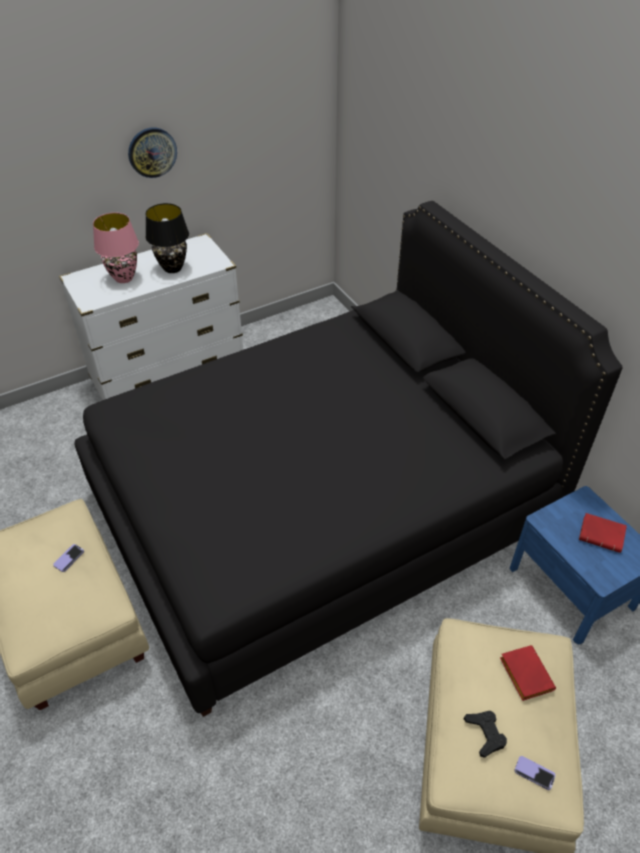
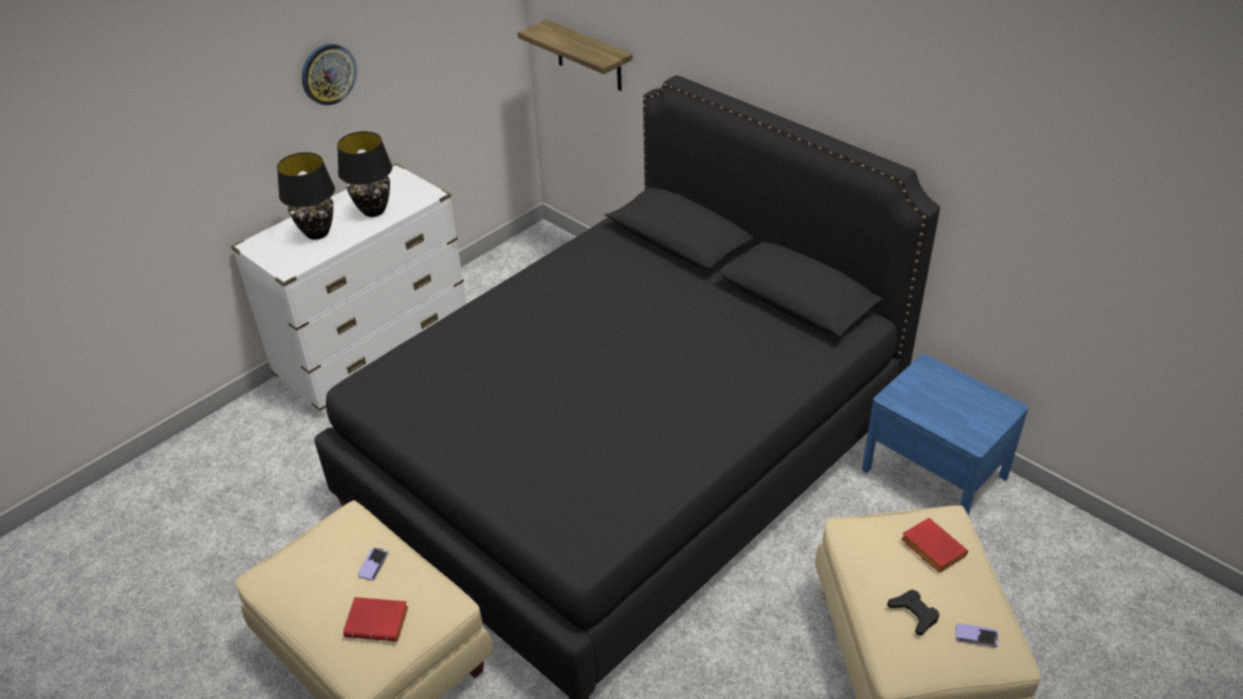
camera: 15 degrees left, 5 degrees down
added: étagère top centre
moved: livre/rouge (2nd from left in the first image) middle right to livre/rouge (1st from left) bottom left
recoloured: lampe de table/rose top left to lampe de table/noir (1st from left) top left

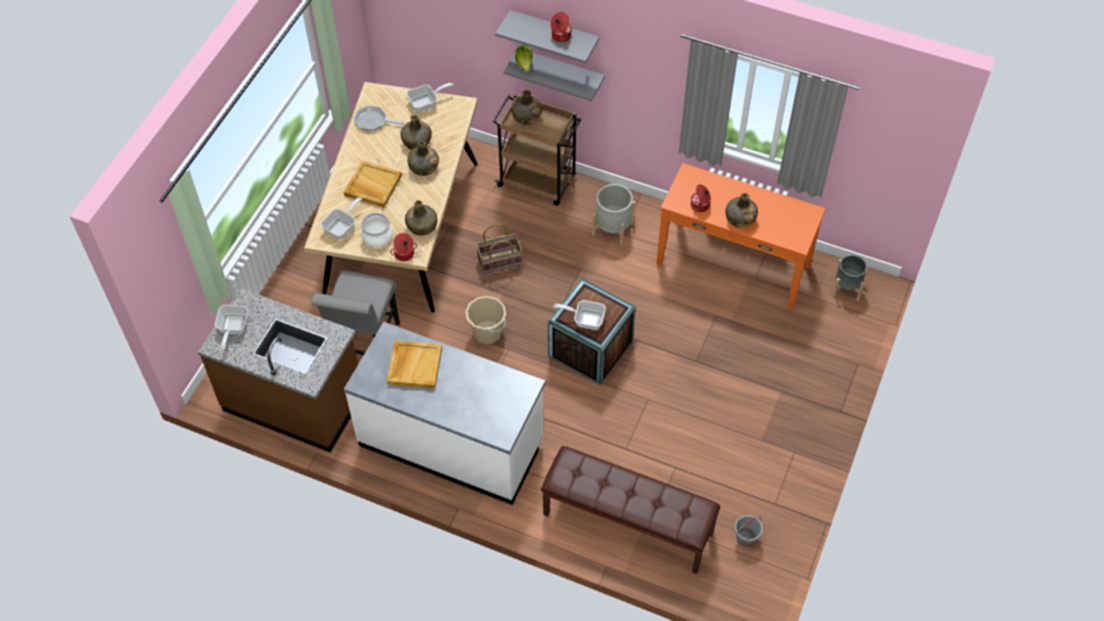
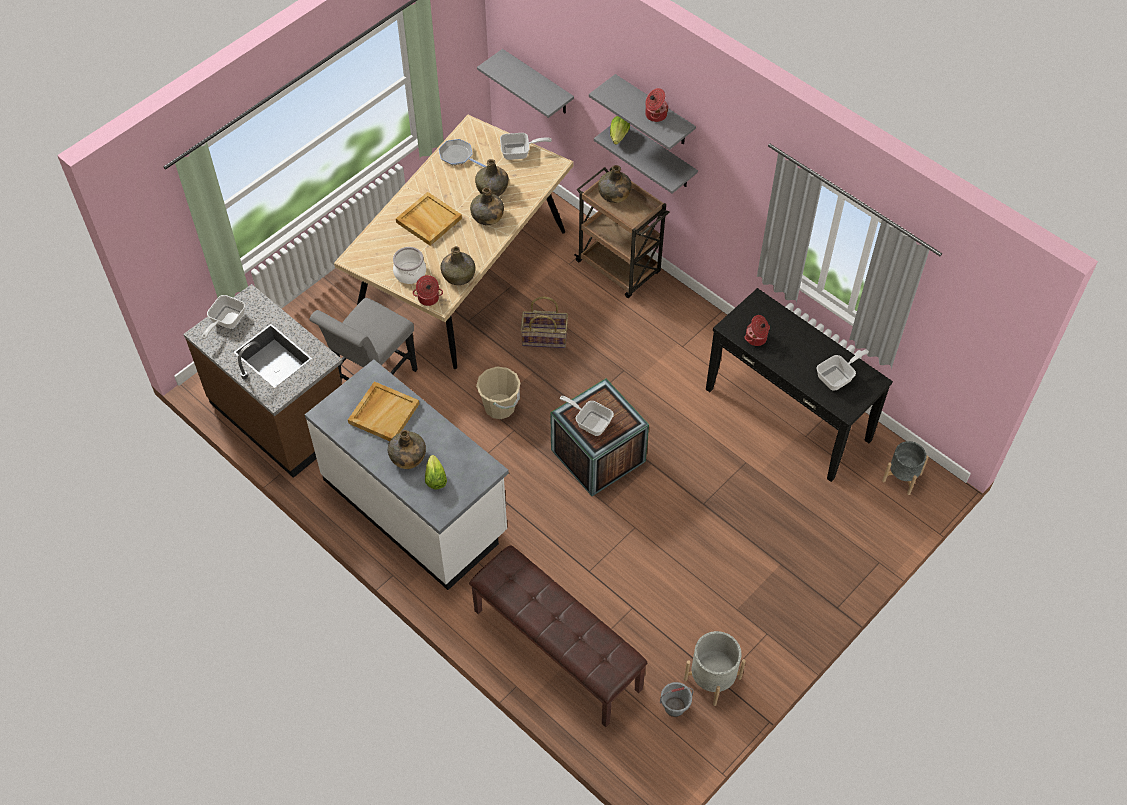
camera: 20 degrees right, 0 degrees up
added: laitue (1st from left) centre; étagère/gris (1st from left) top centre
moved: poêle (2nd from left in the first image) middle left to poêle (5th from left) middle right; cache-pot/gris (1st from left) centre to bottom centre; bouteille/vert (5th from left in the first image) middle right to bouteille/vert (1st from left) centre
recoloured: table console/orange middle right to table console/noir middle right

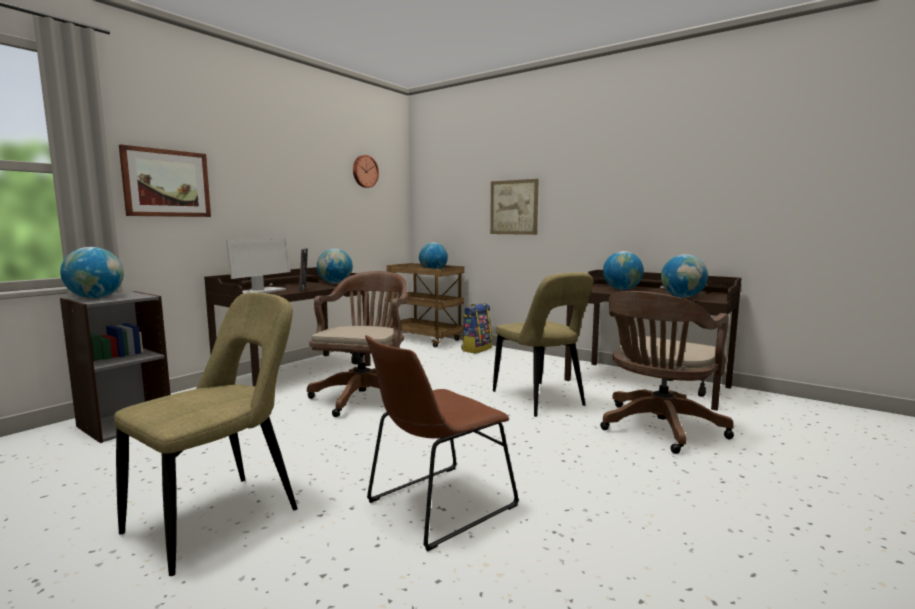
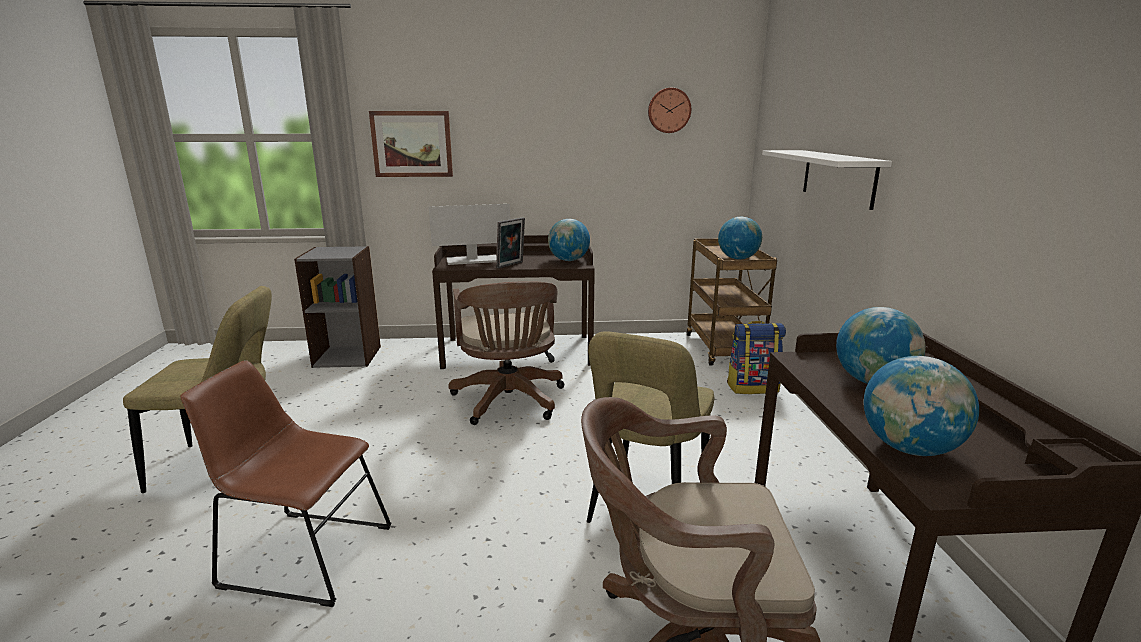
camera: 50 degrees right, 10 degrees up
removed: globe (1st from left) middle left
replaced: tableau (2nd from left) centre to étagère/blanc top right
turned: chaise de bureau/marron (1st from left) centre = centre 105 degrees clockwise

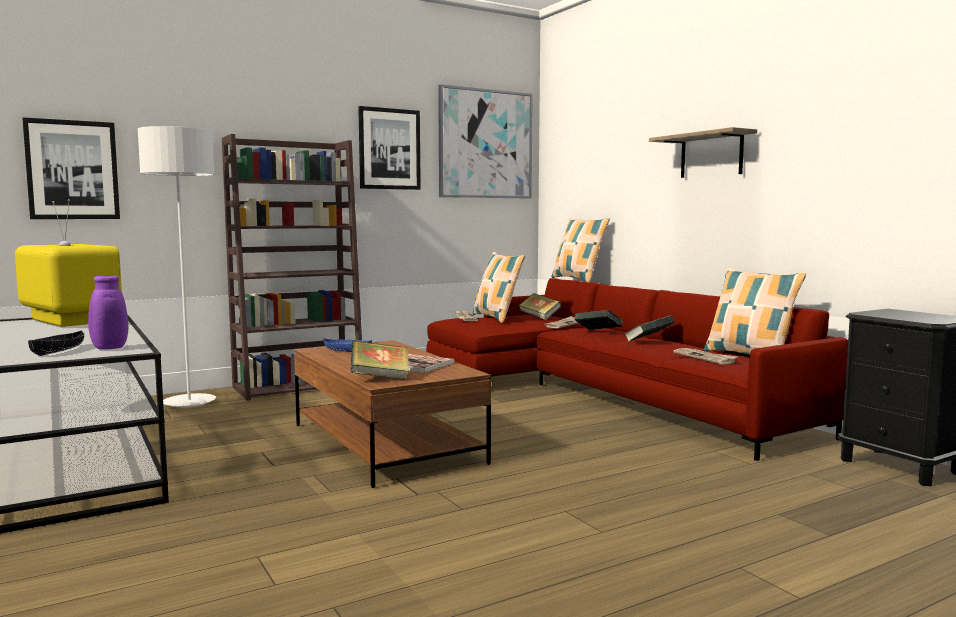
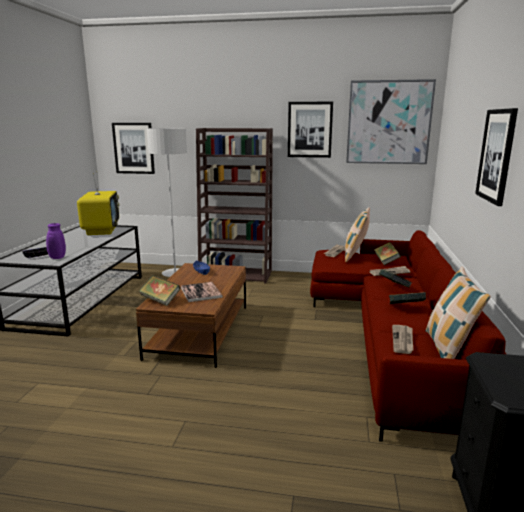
camera: 40 degrees right, 10 degrees up
removed: coussin (2nd from left) centre
replaced: étagère top right to tableau (4th from left) top right

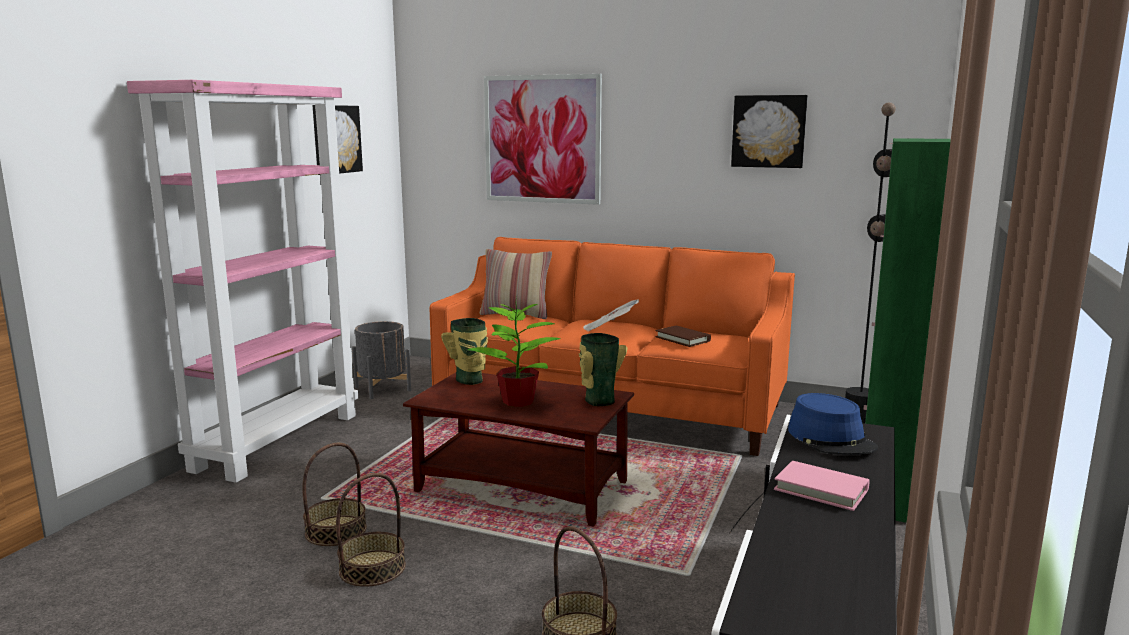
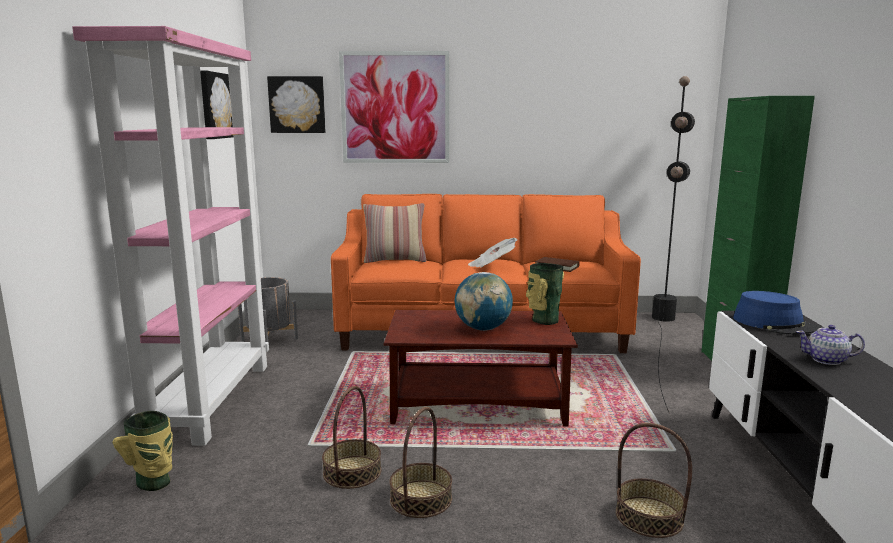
camera: 20 degrees left, 0 degrees up
moved: vase (1st from left) centre to bottom left; tableau (3rd from left in the first image) top right to tableau (2nd from left) top left
replaced: plante en pot centre to globe centre; livre/rose bottom right to théière middle right

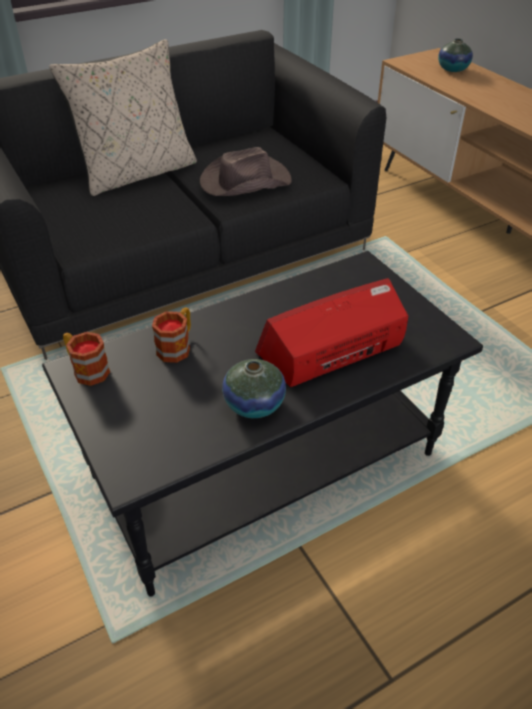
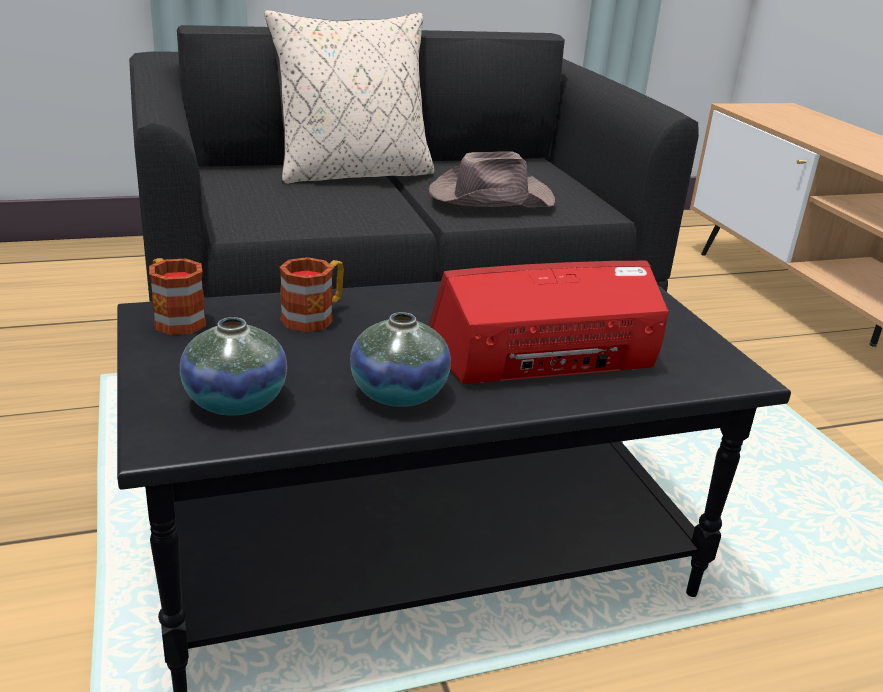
camera: 10 degrees right, 15 degrees down
moved: vase (2nd from left in the first image) top right to vase (1st from left) middle left

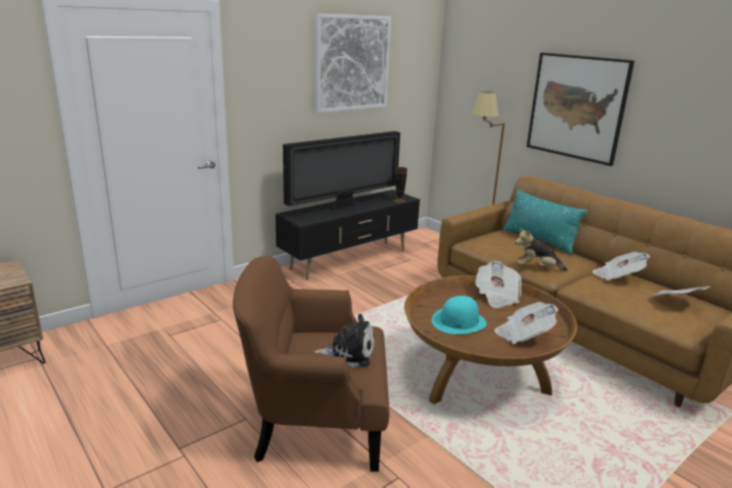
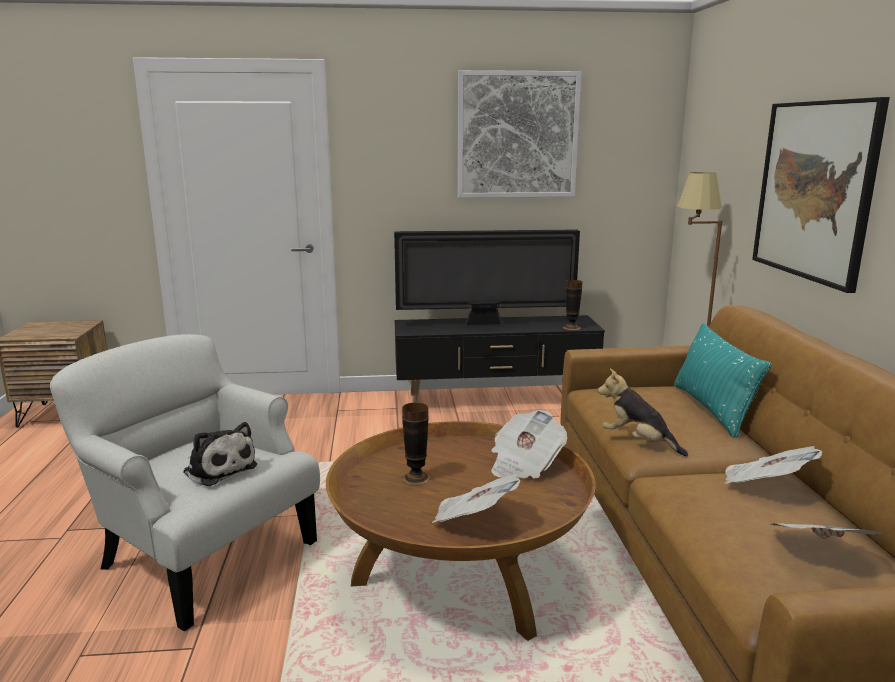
camera: 35 degrees right, 5 degrees down
replaced: chapeau/turquoise centre to vase (1st from left) centre
recoloured: fauteuil/marron bottom centre to fauteuil/blanc bottom left

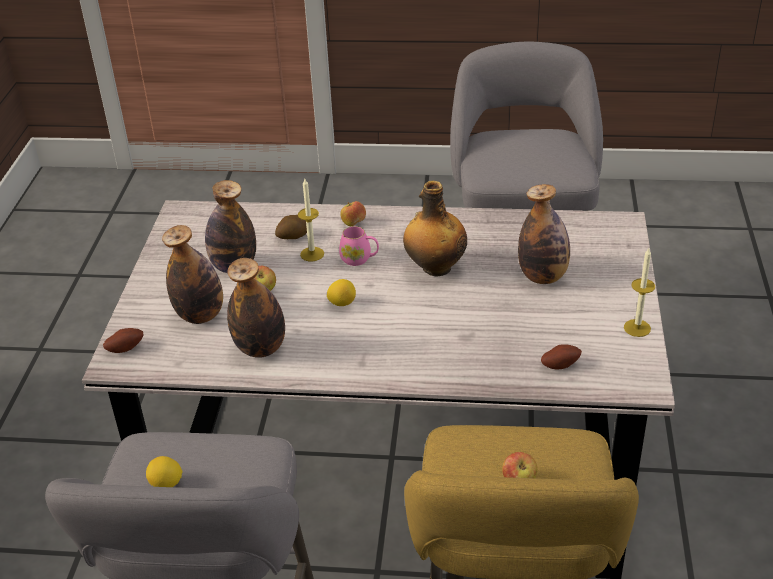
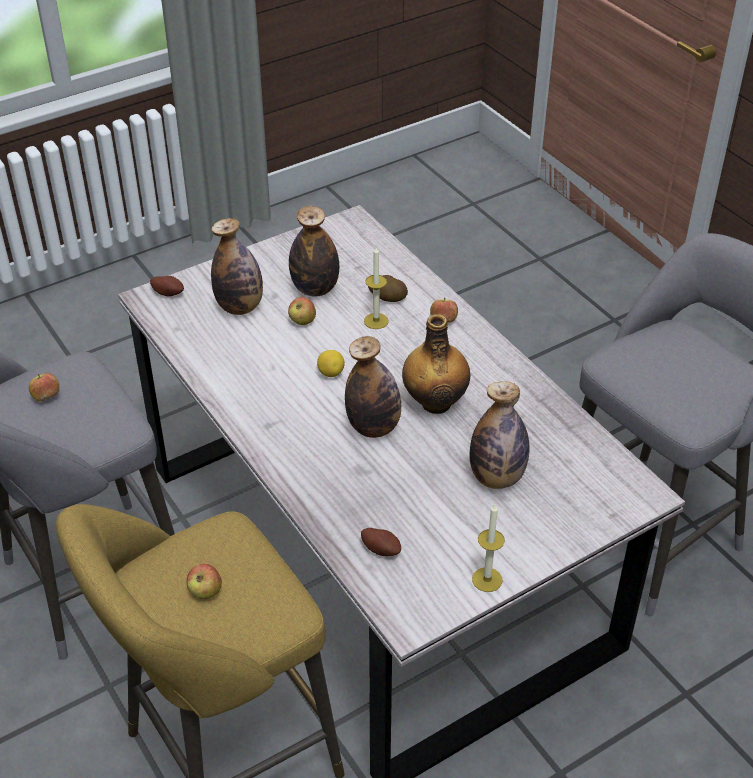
camera: 50 degrees right, 5 degrees up
removed: mug/rose centre
moved: bouteille (3rd from left) middle left to centre
replaced: citron (1st from left) bottom left to pomme (1st from left) middle left

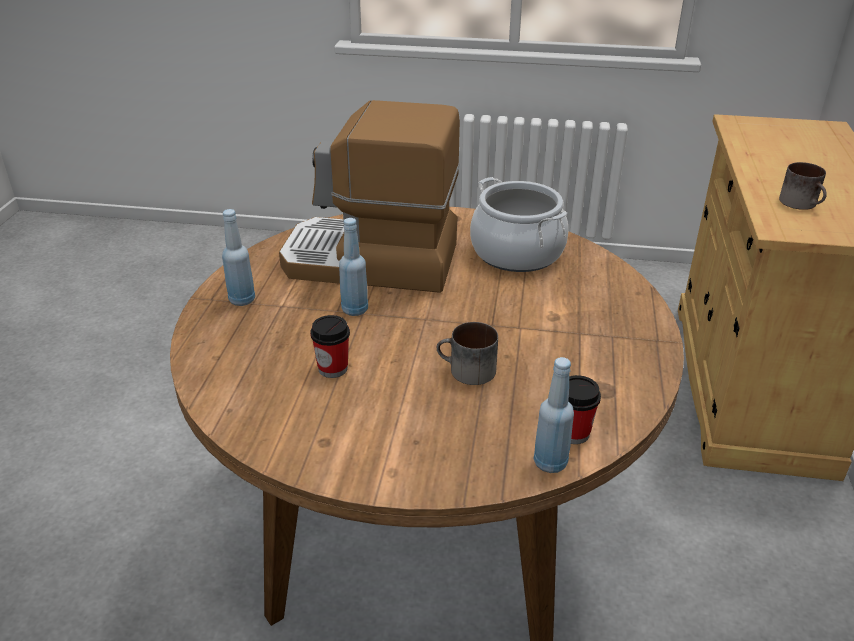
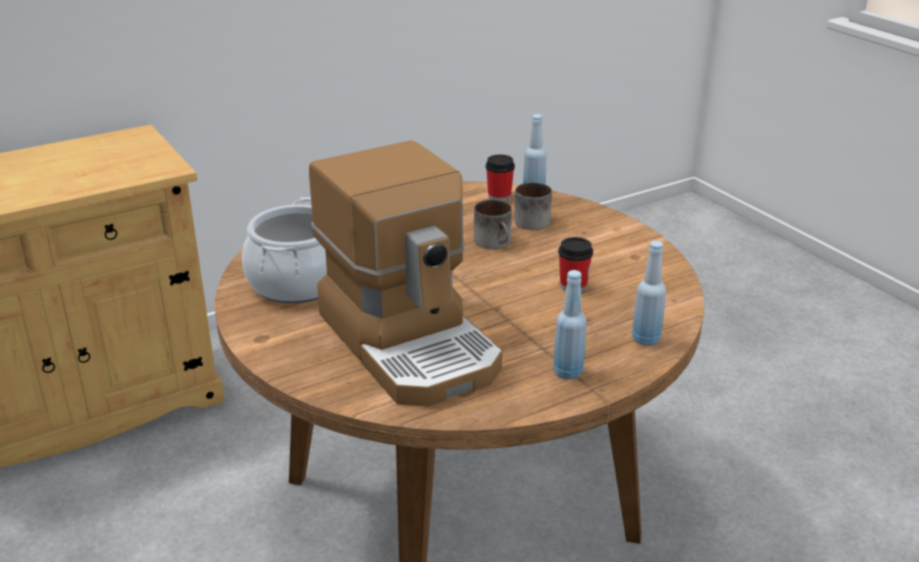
camera: 130 degrees left, 5 degrees down
moved: bouteille/bleu (2nd from left in the first image) centre to bouteille/bleu (3rd from left) middle right; mug (2nd from left) top right to centre

